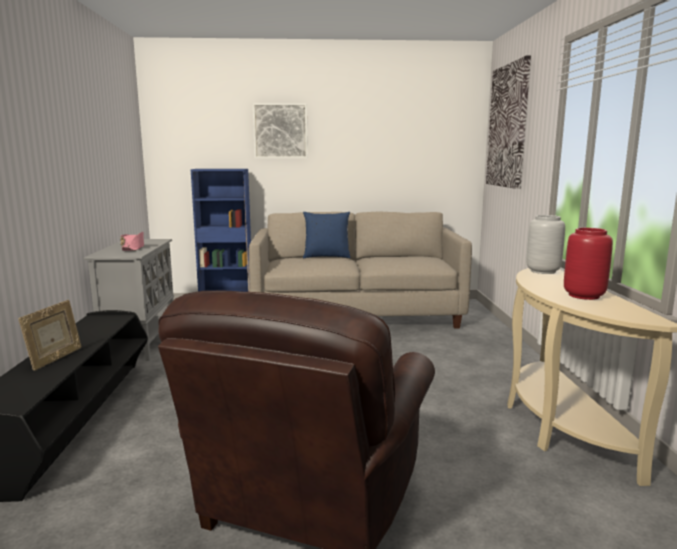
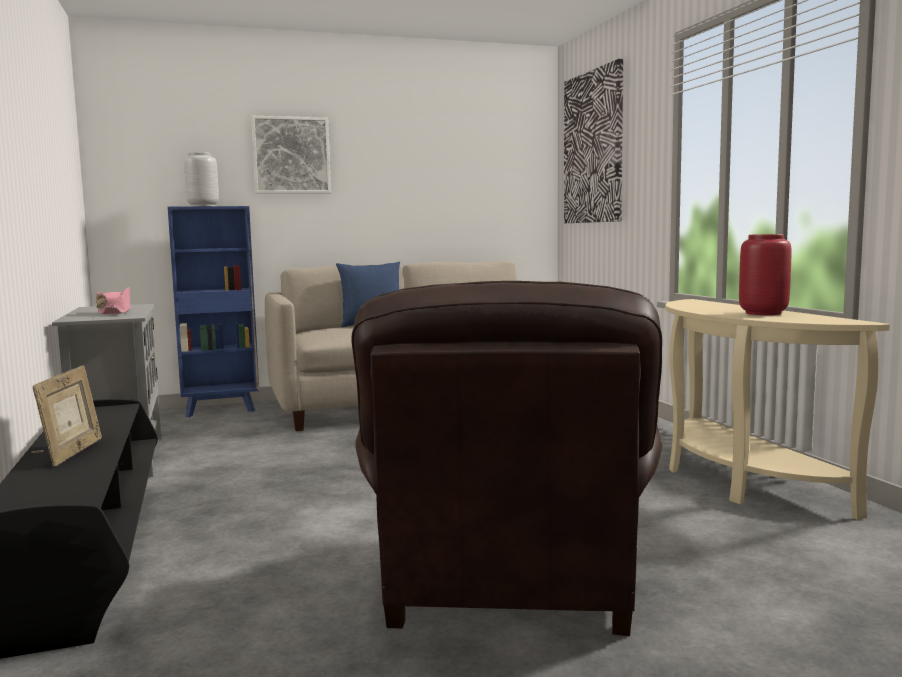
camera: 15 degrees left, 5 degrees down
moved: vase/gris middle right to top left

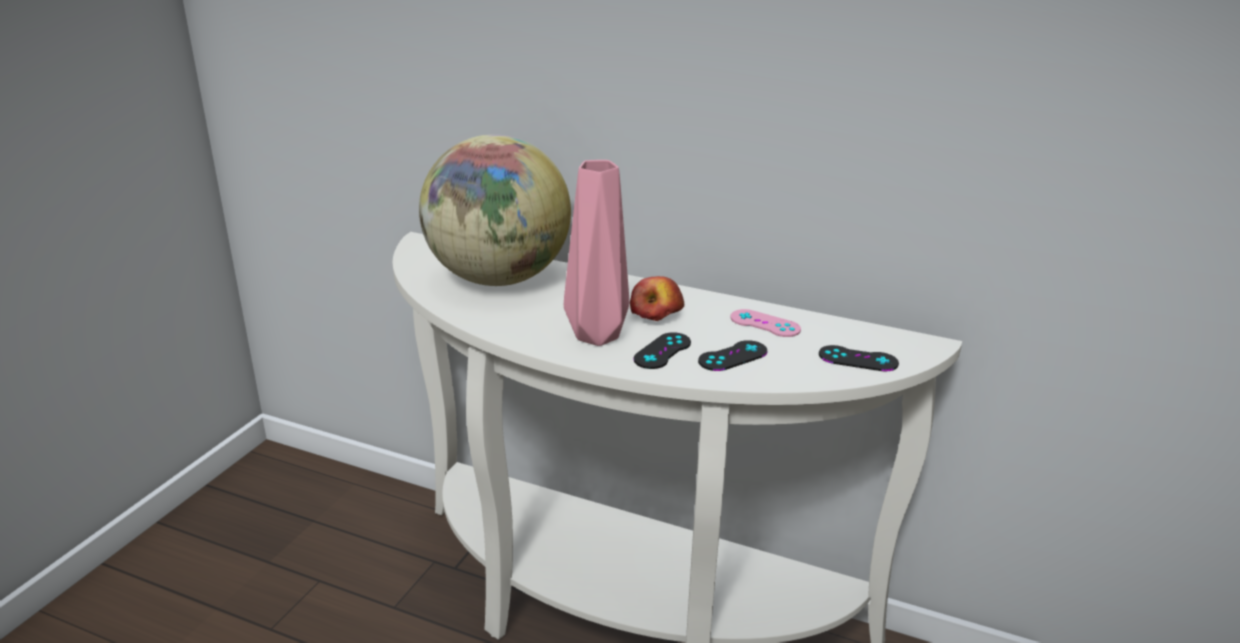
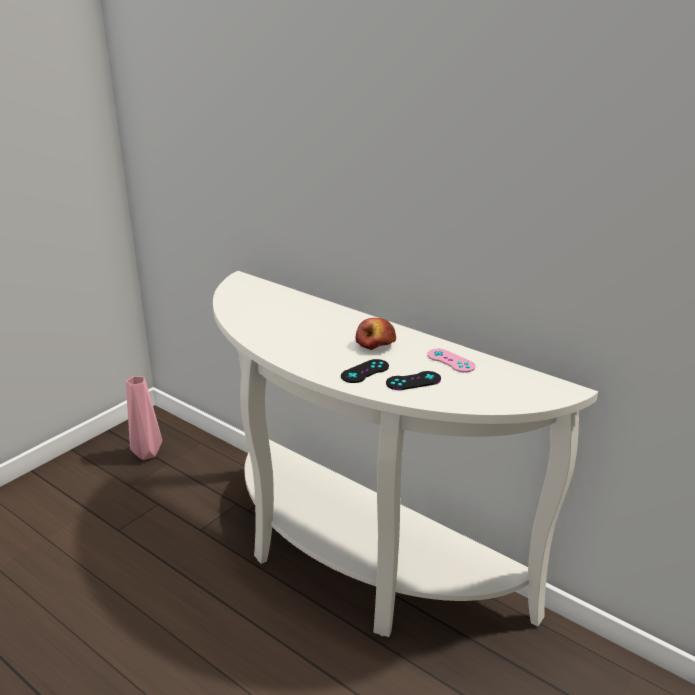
camera: 15 degrees right, 0 degrees up
removed: globe top centre; manette/noir (3rd from left) middle right
moved: vase/rose centre to middle left

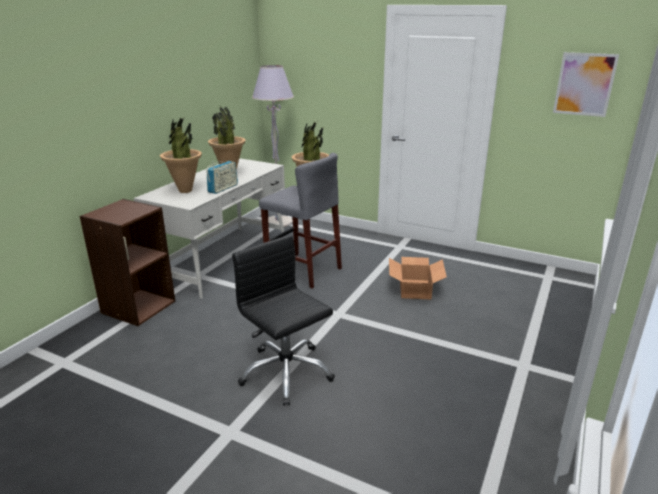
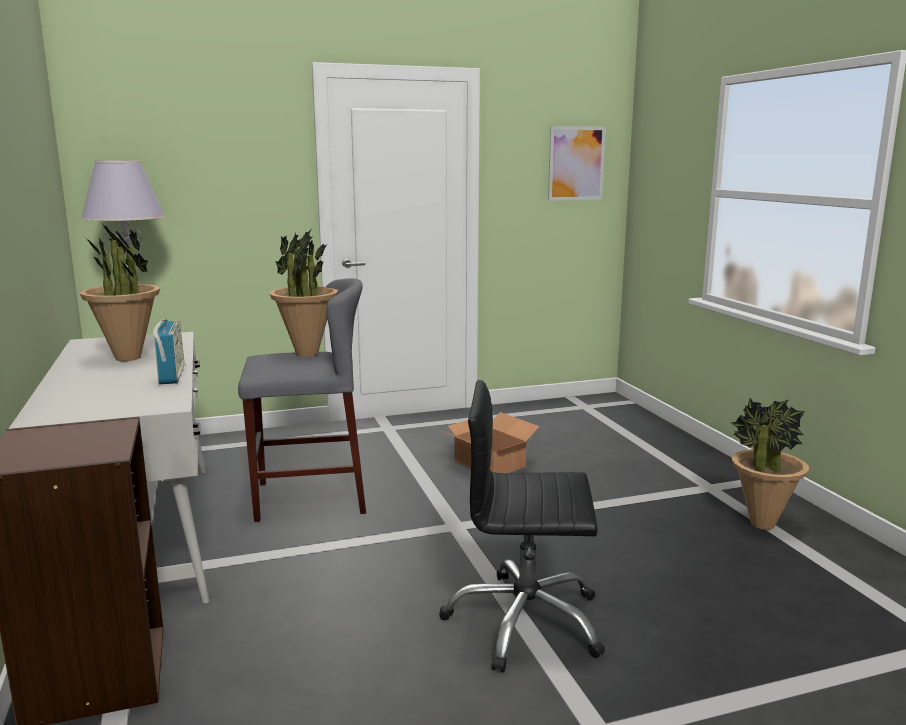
camera: 45 degrees left, 10 degrees down
moved: plante en pot (1st from left in the first image) top left to plante en pot (3rd from left) middle right

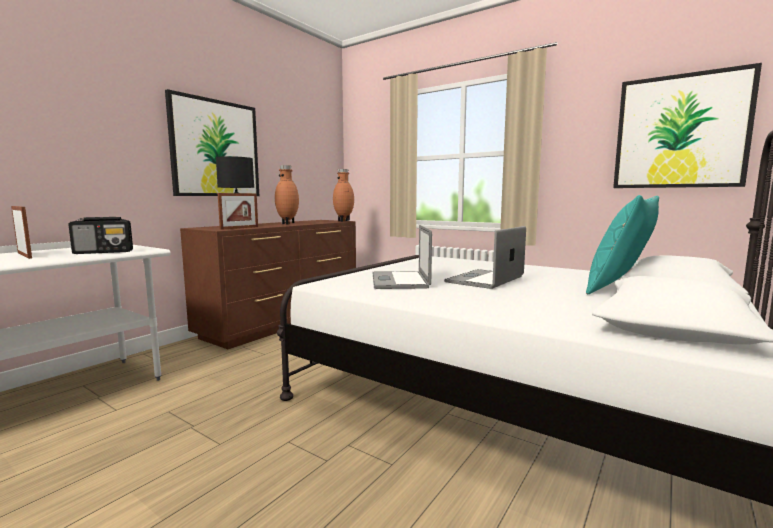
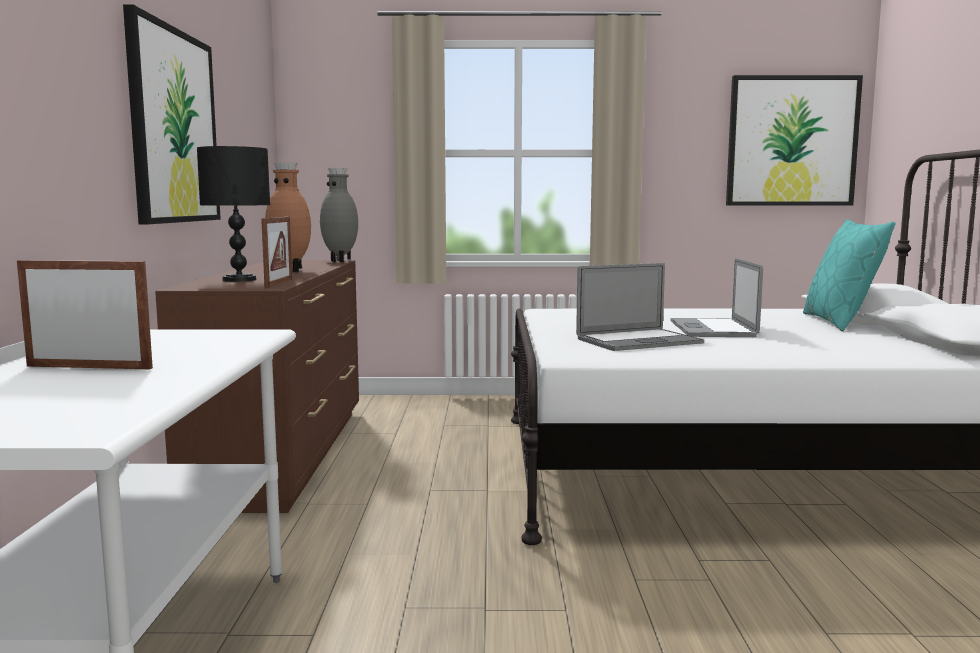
camera: 35 degrees left, 0 degrees up
removed: radio middle left
recoloured: vase/marron (2nd from left) centre to vase/gris top centre
turned: ordinateur portable (1st from left) centre = centre 75 degrees counterclockwise

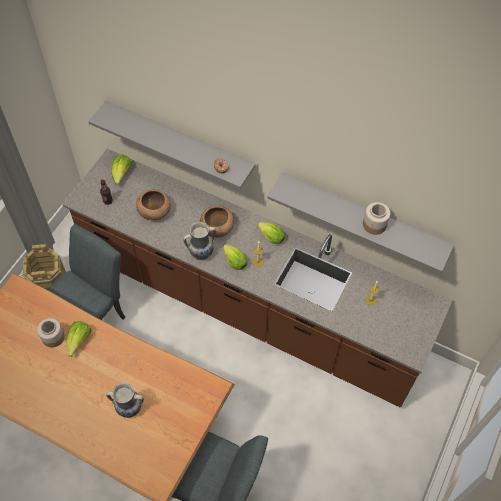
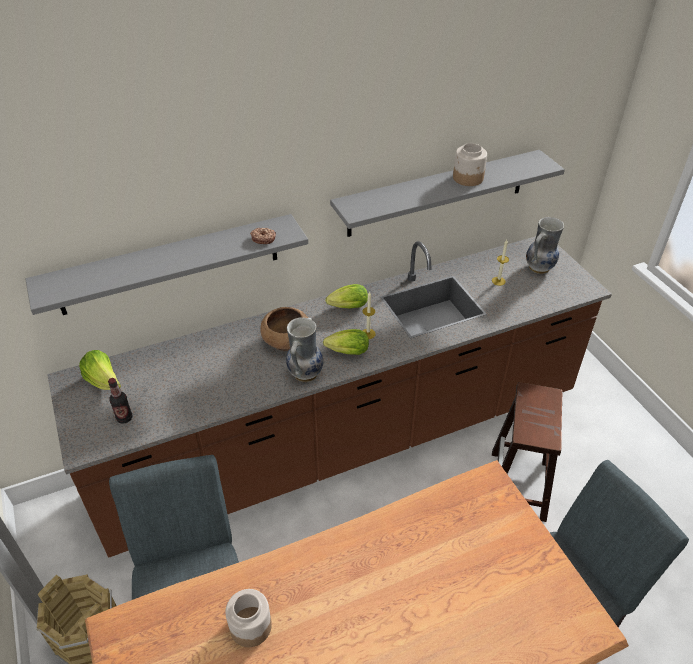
camera: 50 degrees left, 15 degrees down
removed: laitue (1st from left) bottom left; bol/marron (1st from left) middle left
added: tabouret/marron bottom right
moved: vase (1st from left in the first image) bottom left to vase (2nd from left) middle right

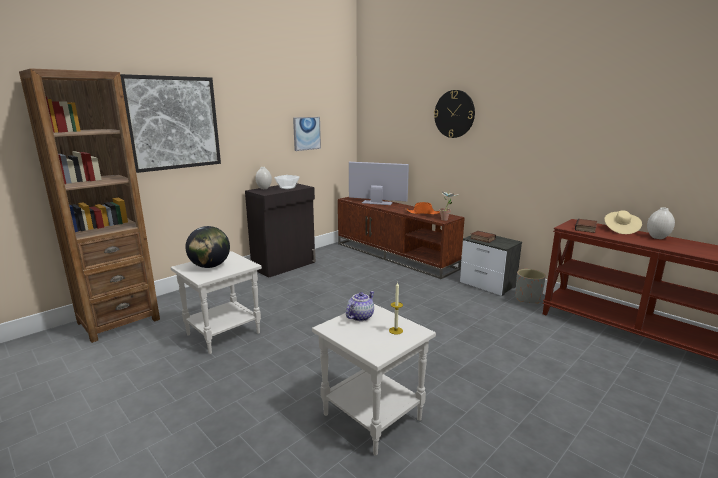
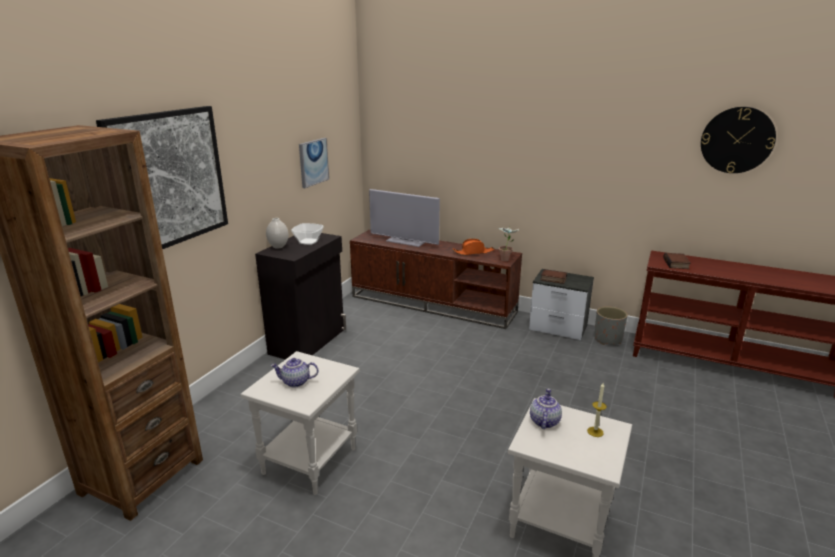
camera: 20 degrees left, 5 degrees up
removed: chapeau/beige middle right; vase/blanc (2nd from left) middle right
moved: horloge murale top centre to top right
replaced: globe middle left to théière (1st from left) bottom centre
turned: téléviseur centre = centre 150 degrees counterclockwise

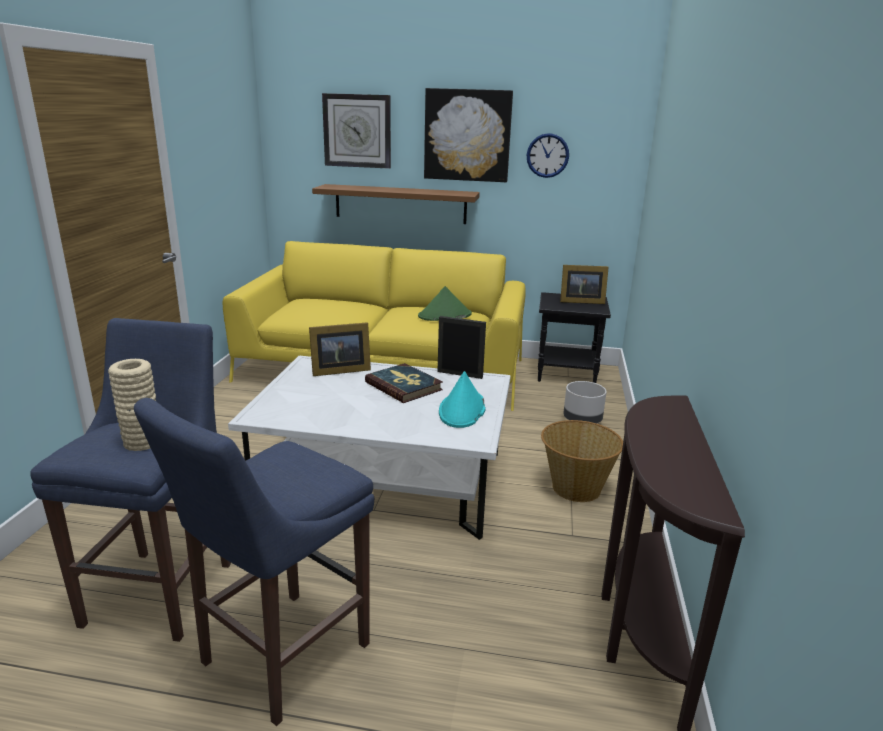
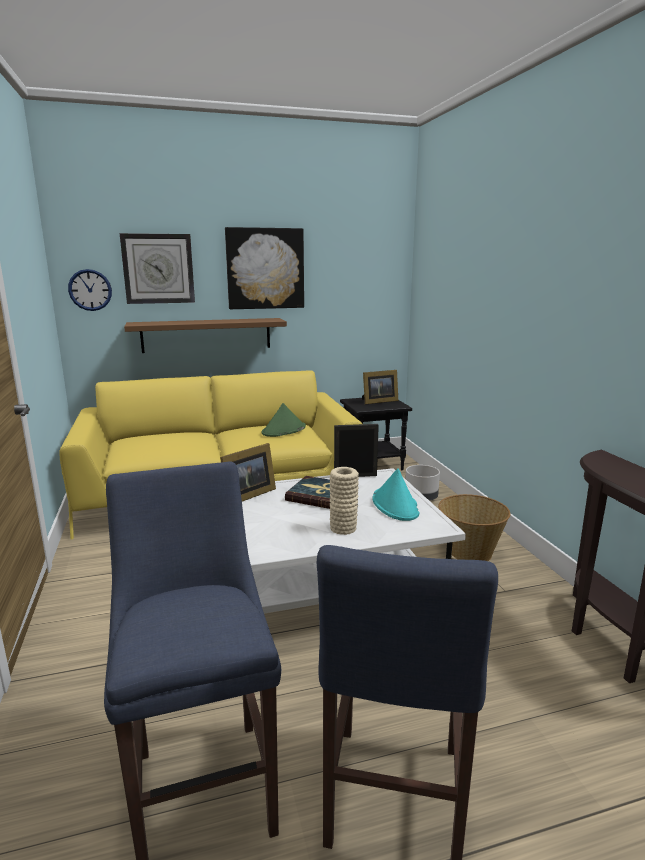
camera: 25 degrees left, 5 degrees down
moved: vase/beige middle left to centre; horloge murale (2nd from left in the first image) top centre to horloge murale (1st from left) middle left

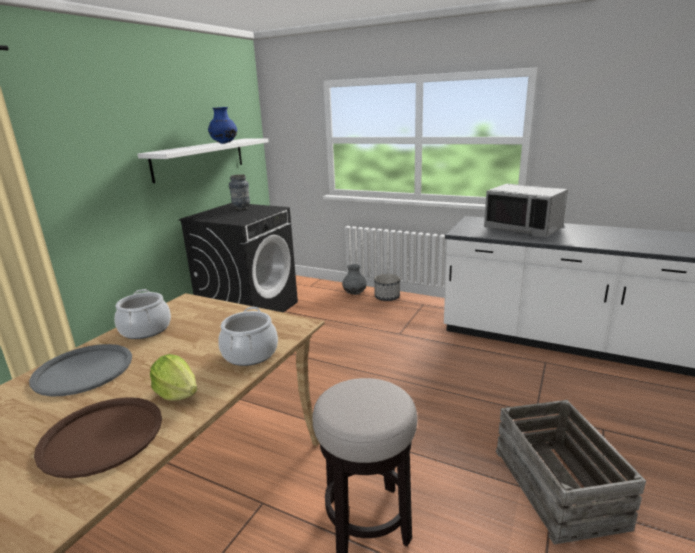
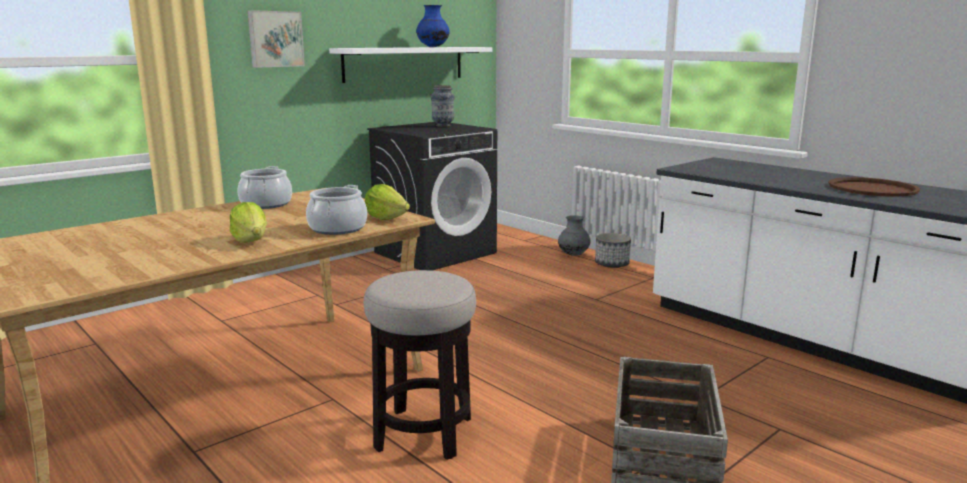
camera: 20 degrees right, 5 degrees down
removed: plateau/gris bottom left; micro-ondes/gris middle right
added: tableau top left; laitue (2nd from left) centre
moved: plateau/marron bottom left to middle right

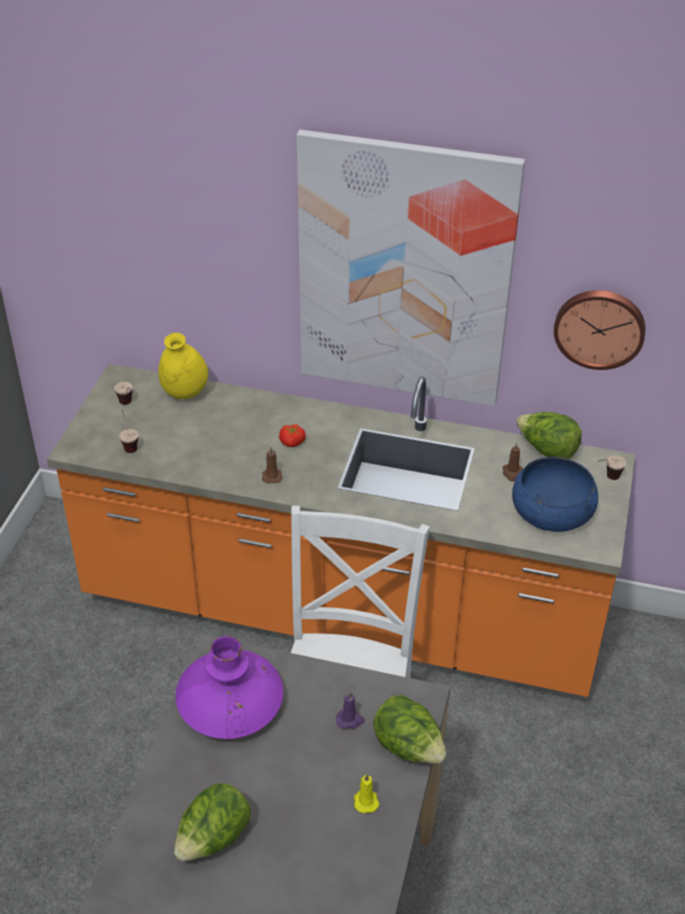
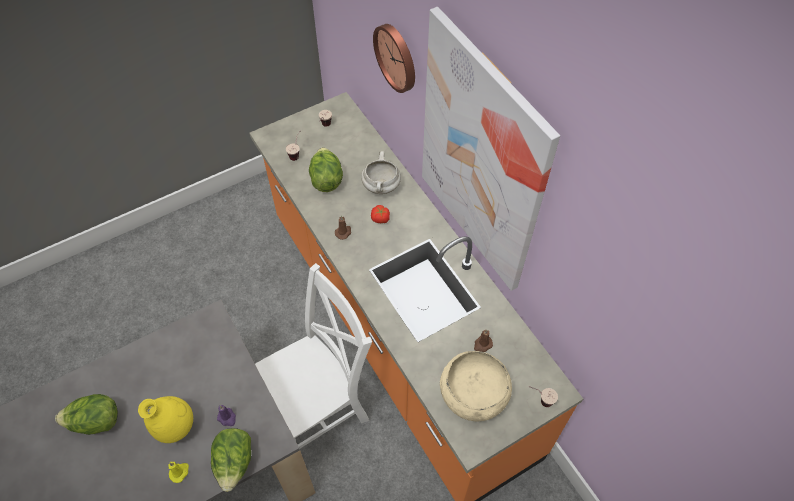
camera: 45 degrees right, 15 degrees up
removed: vase/violet bottom centre
added: marmite/blanc centre
moved: vase/jaune middle left to bottom left; laitue (3rd from left) middle right to centre; horloge murale middle right to top centre
recoloured: bol/bleu middle right to bol/beige bottom centre

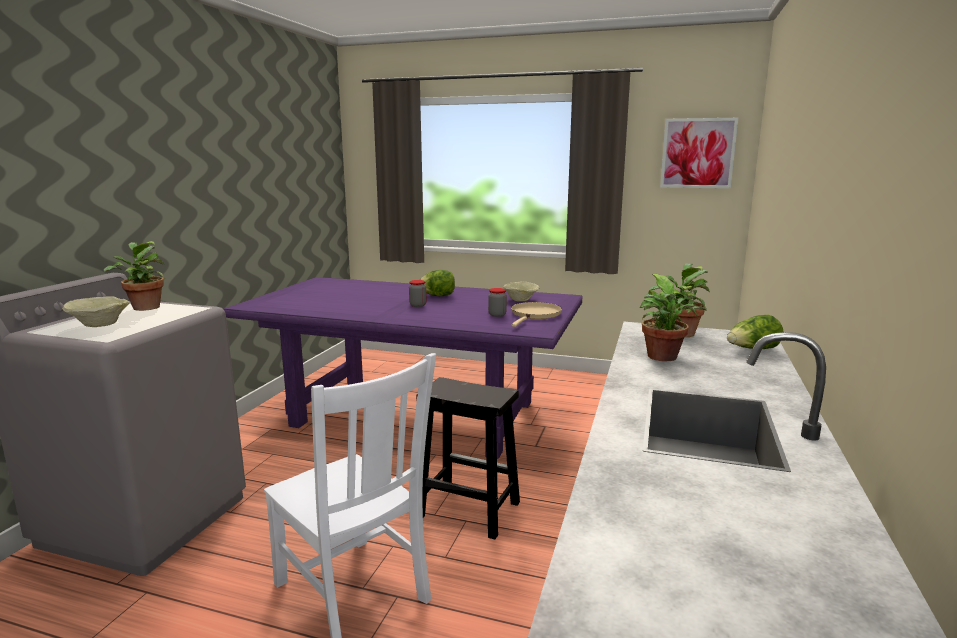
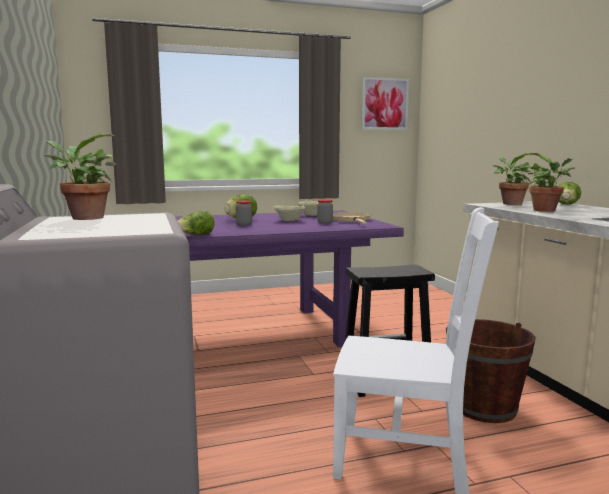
camera: 35 degrees left, 5 degrees down
added: laitue (1st from left) middle left; seau/marron bottom right
moved: bol/beige (1st from left) middle left to centre

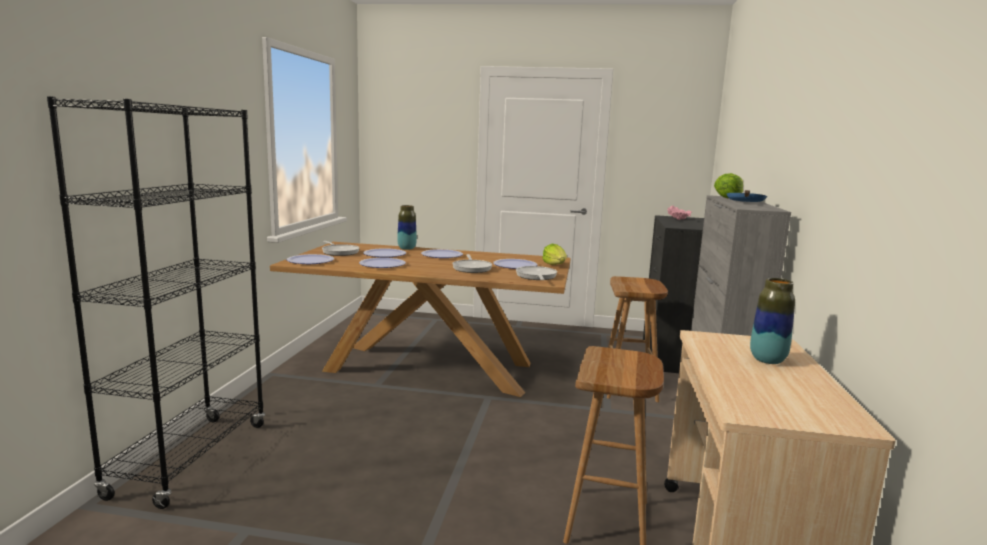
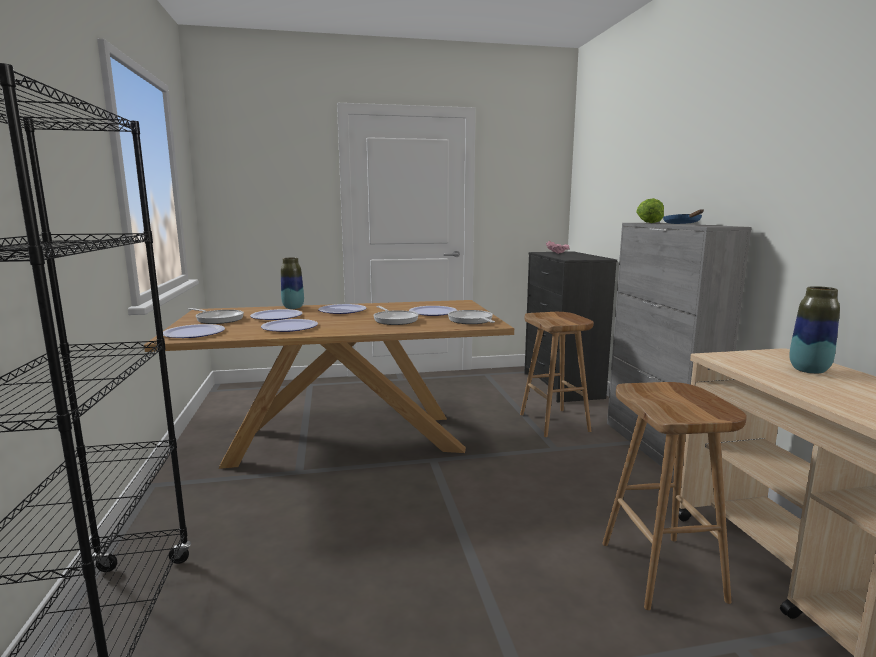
camera: 20 degrees left, 0 degrees up
removed: laitue (1st from left) centre

